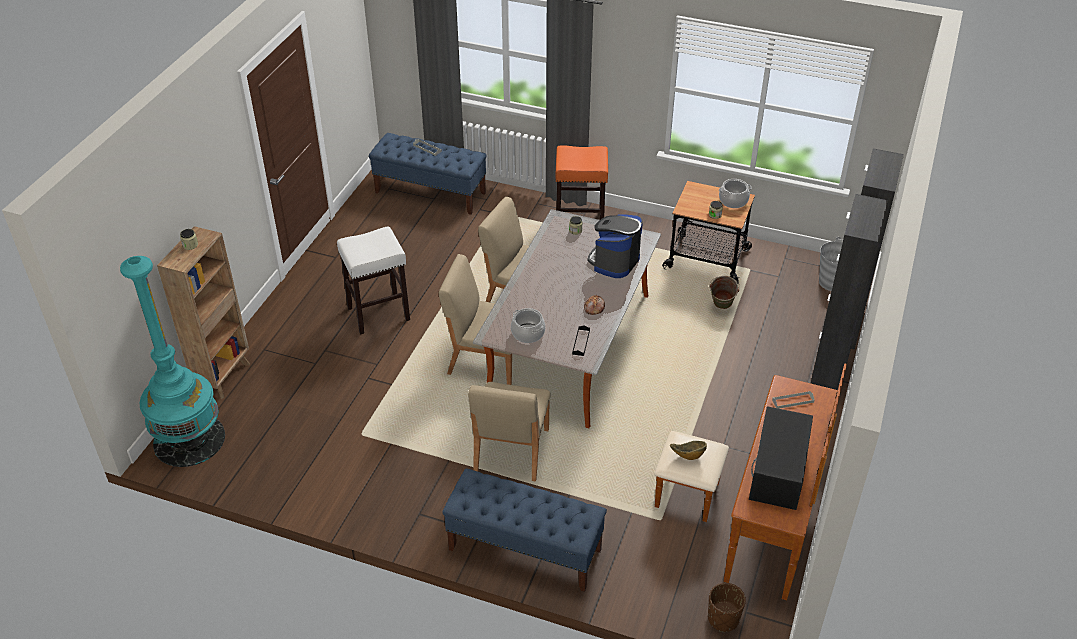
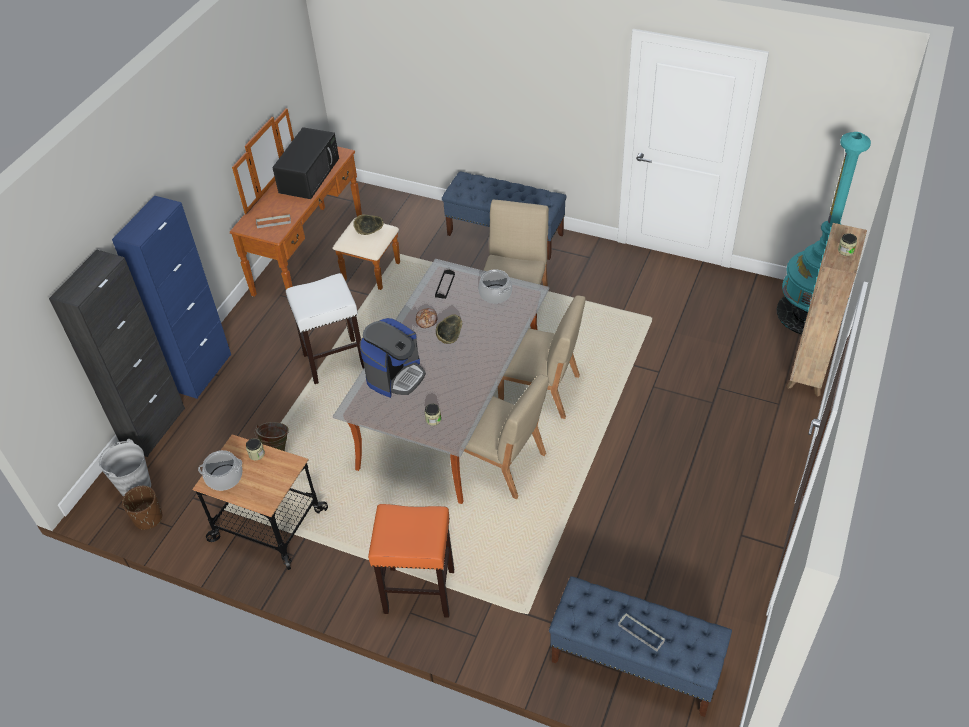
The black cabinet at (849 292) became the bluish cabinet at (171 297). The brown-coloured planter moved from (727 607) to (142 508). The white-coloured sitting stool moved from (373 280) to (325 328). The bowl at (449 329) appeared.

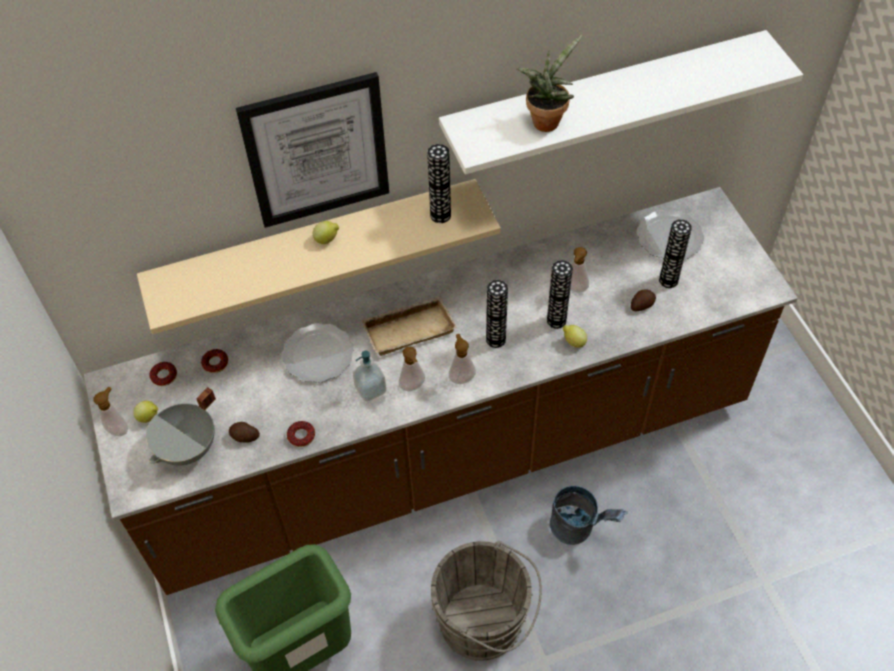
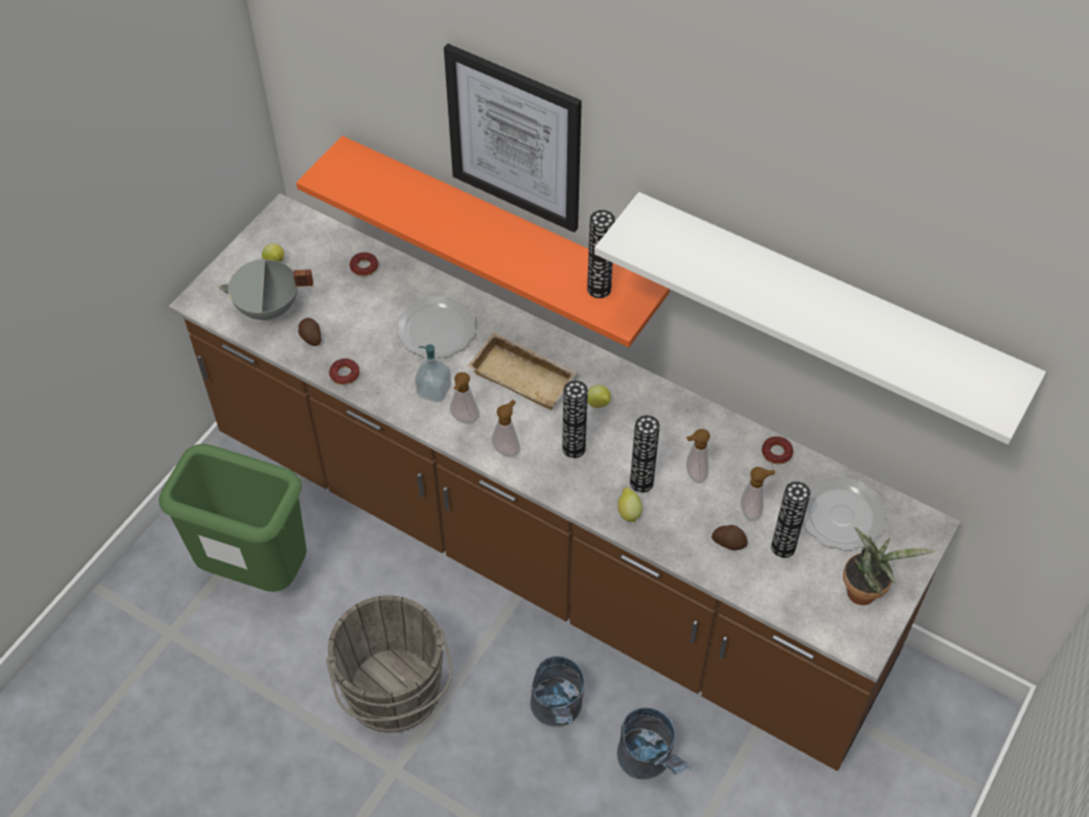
The beige-coloured shelf at (319 256) became the orange-coloured shelf at (483 242). The whole lemon moved from (326 232) to (599 396). The gray water bucket at (654 743) appeared. The liquid soap bottle moved from (110 411) to (758 494). The donut moved from (163 374) to (777 450). The potted plant moved from (549 83) to (889 566).

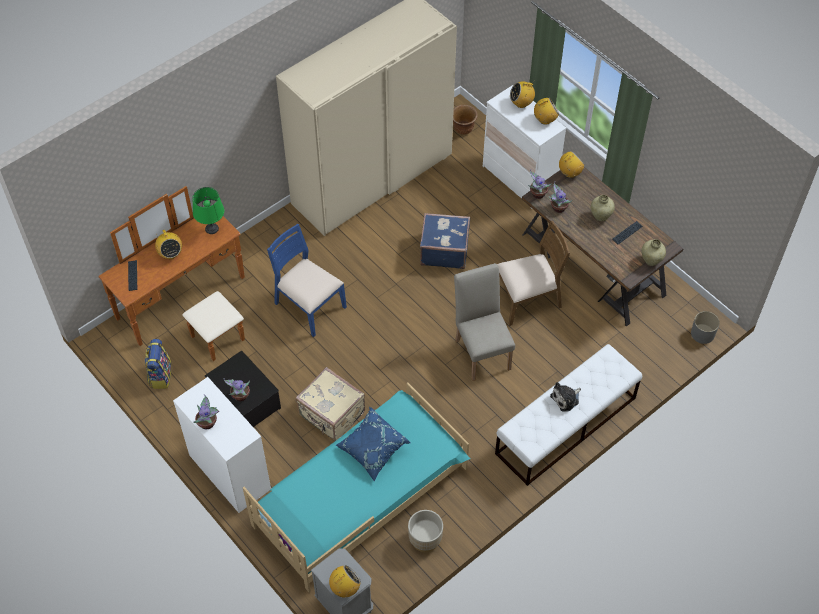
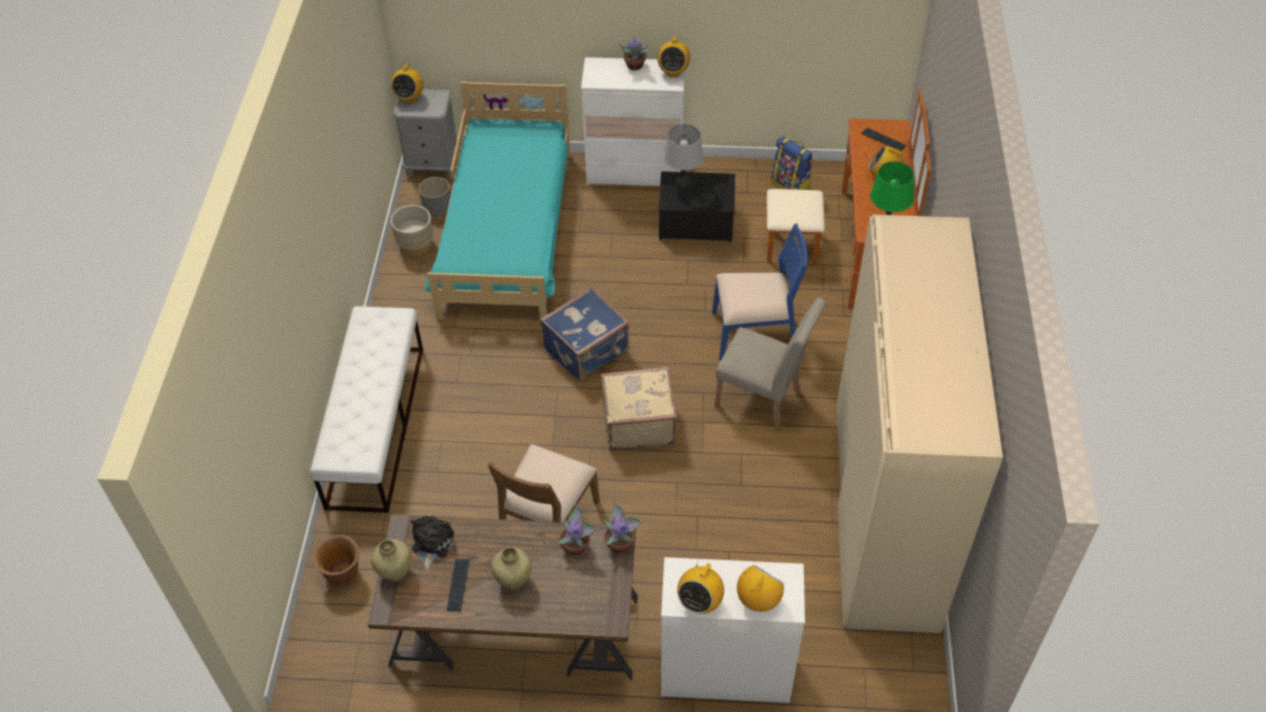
The brown-coloured planter moved from (465 120) to (335 560). The plush toy moved from (565 397) to (432 542). The gray planter moved from (705 327) to (435 197). The bluish travel case moved from (445 241) to (584 334). The beige-coloured travel case moved from (330 404) to (639 409). The radio set moved from (572 164) to (674 56). The potted plant at (236 389) was replaced by the gray table lamp at (683 156). The beige-coloured upright chair moved from (484 322) to (770 364). The bluish cushion at (373 444) disappeared.

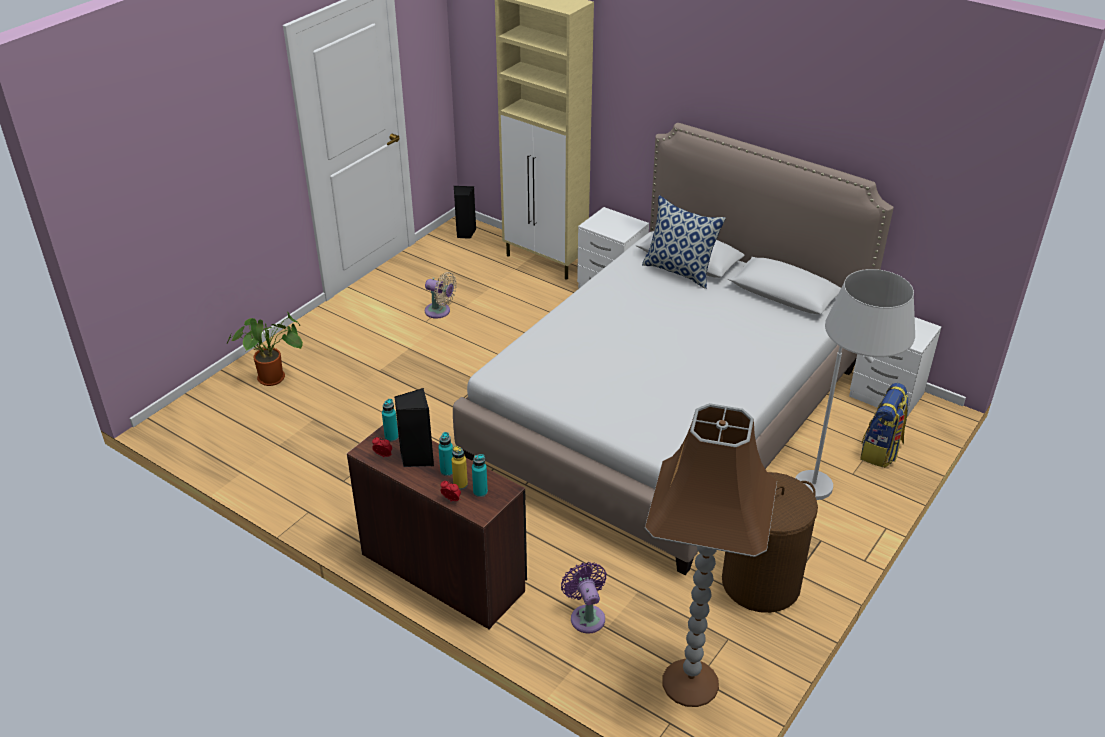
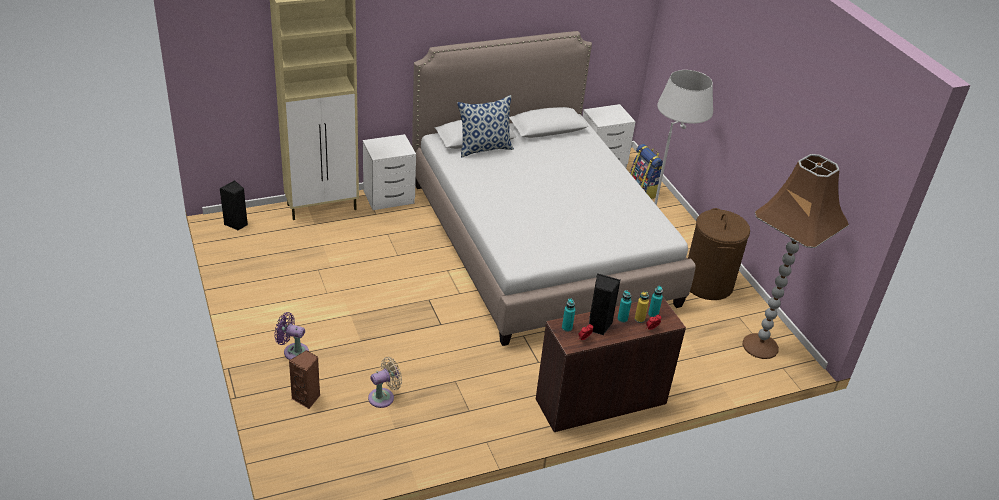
The purple fan moved from (584 598) to (291 336). The potted plant at (265 349) was replaced by the brown-coloured audio speaker at (304 379). The beige-coloured fan moved from (441 295) to (385 382).

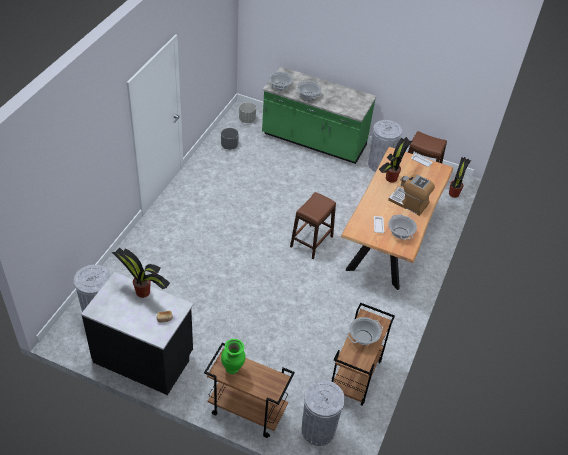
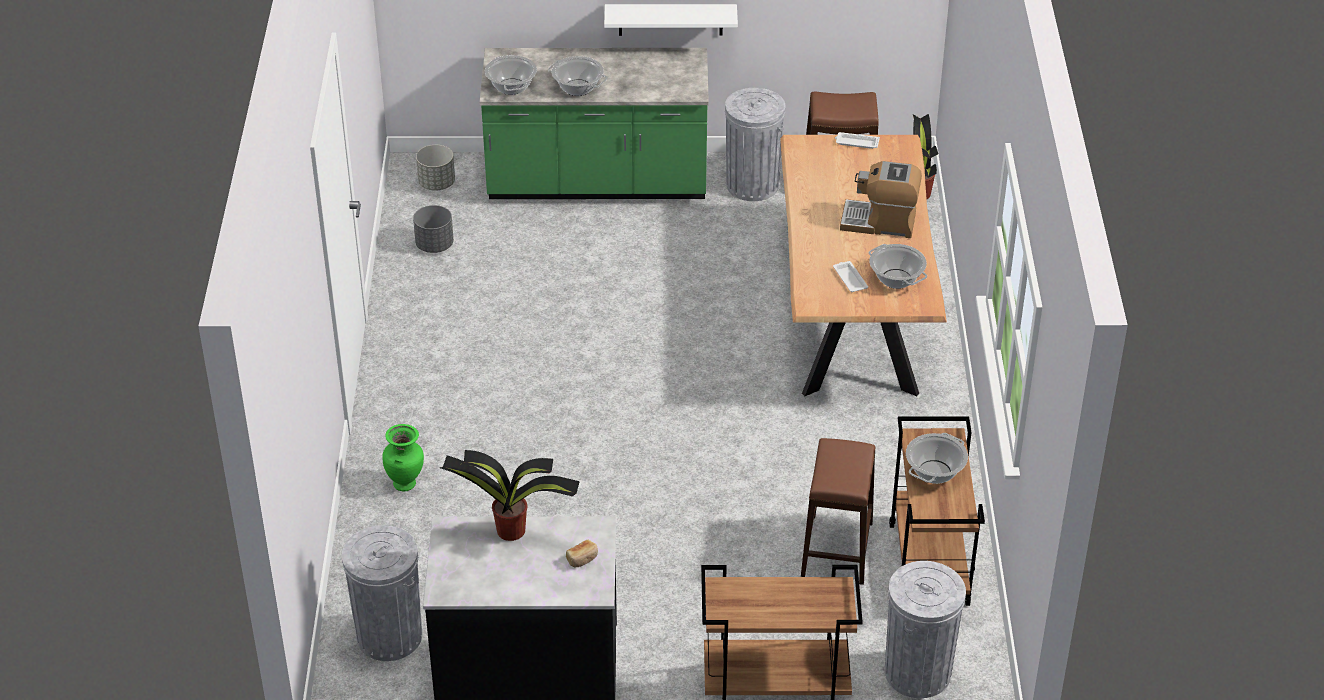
The greenish flower vase moved from (233 356) to (403 458). The white-coloured shelf at (671 20) appeared. The brown-coloured sitting stool moved from (313 225) to (838 511). The potted plant at (396 160) disappeared.

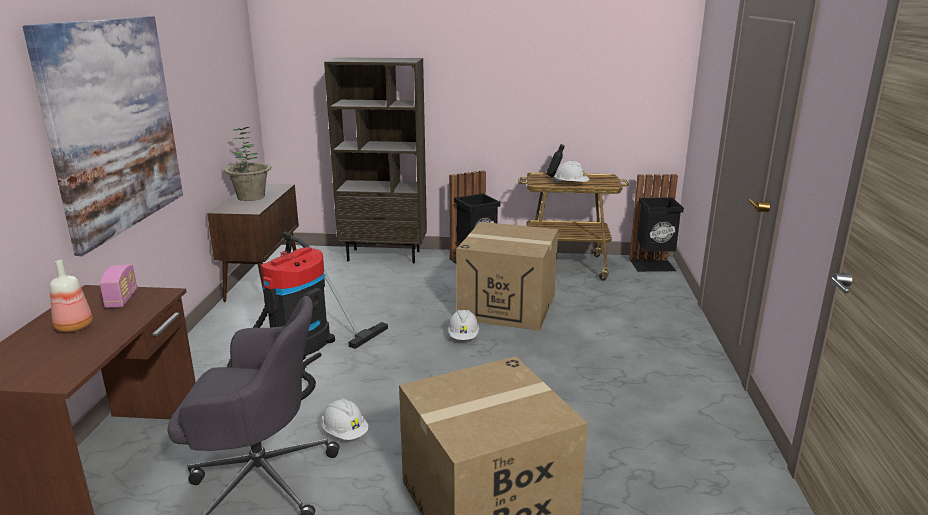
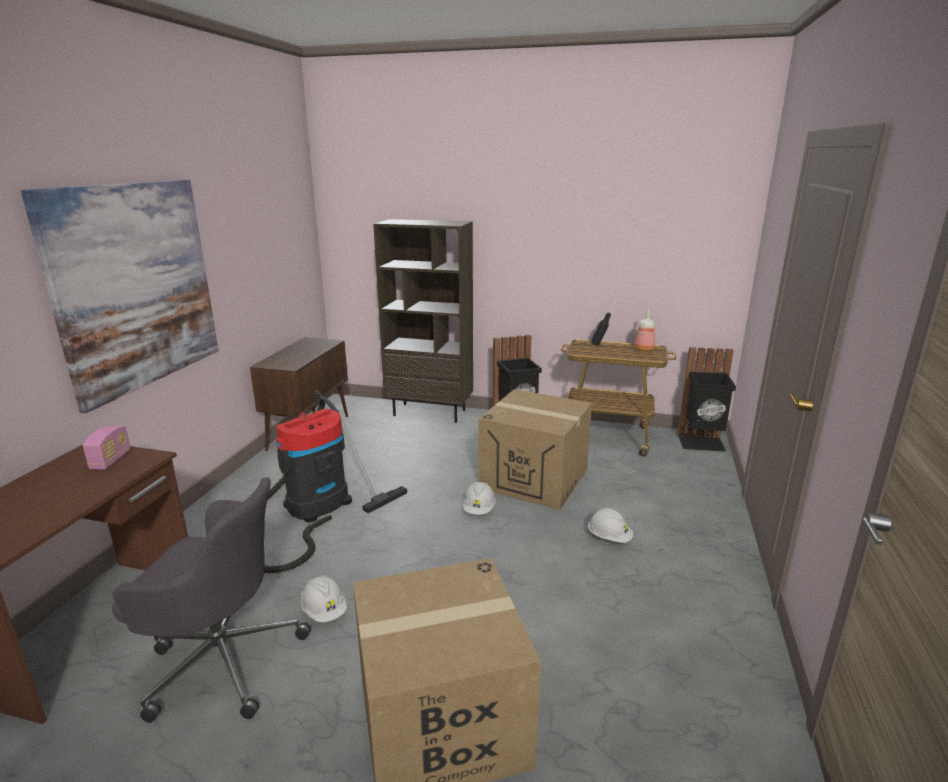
The white-coloured safety helmet moved from (571 172) to (610 525). The bottle moved from (71 296) to (644 331). The potted plant at (248 164) disappeared.

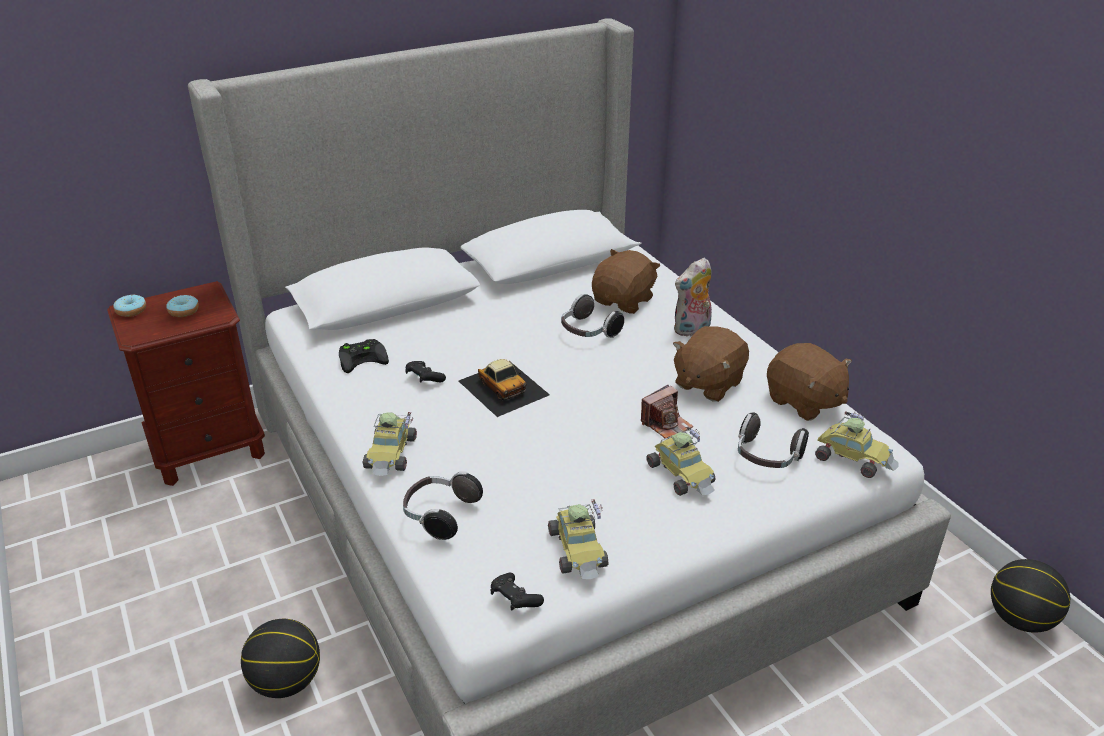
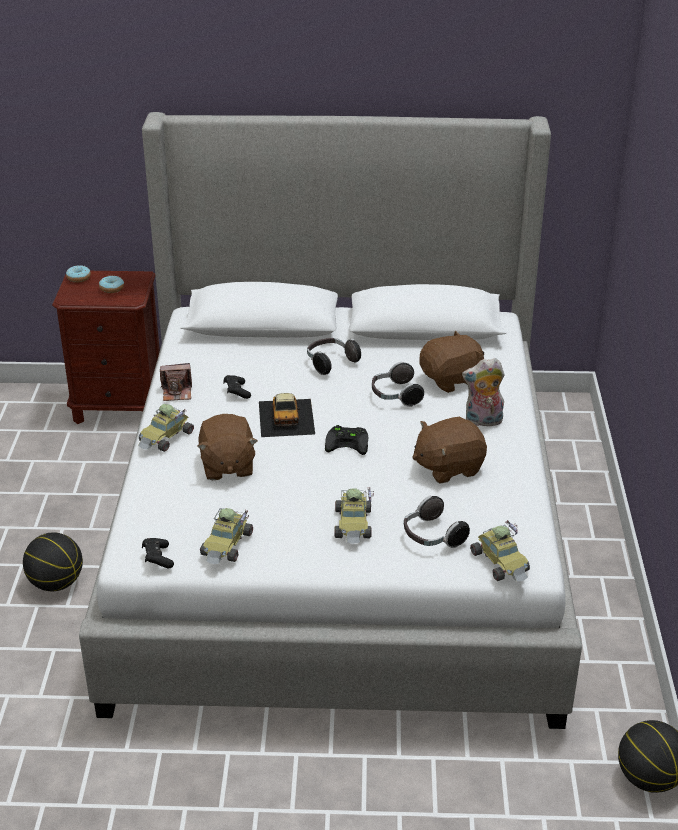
The still camera moved from (667 412) to (176 382). The brown-coloured plush toy moved from (809 382) to (227 447). The headset moved from (443 505) to (334 356). The black joypad moved from (364 356) to (346 440).

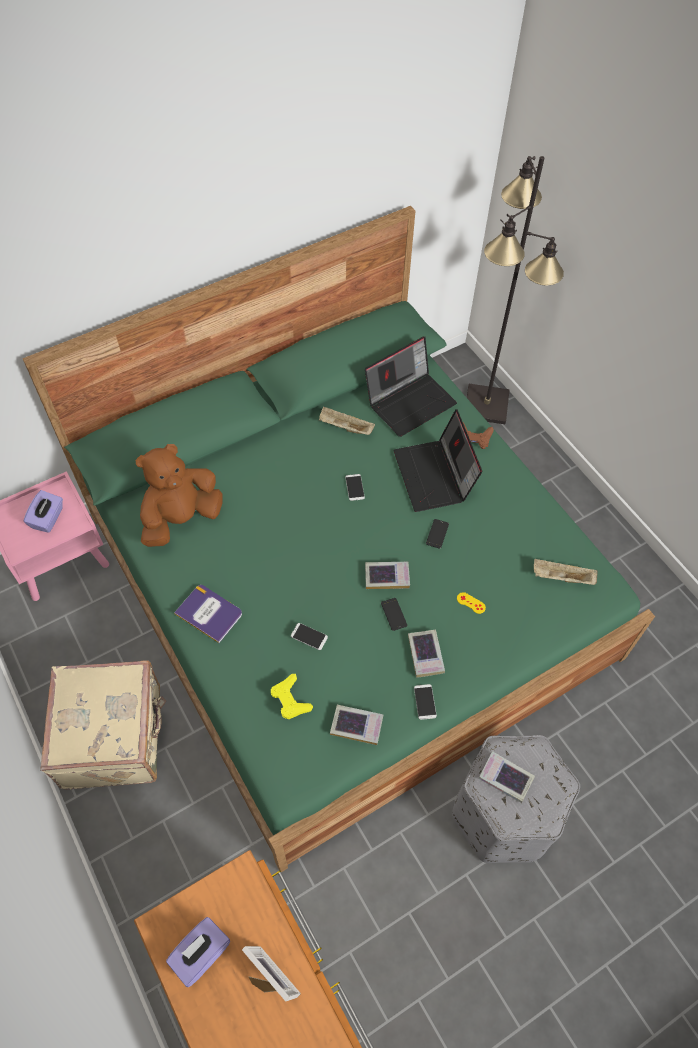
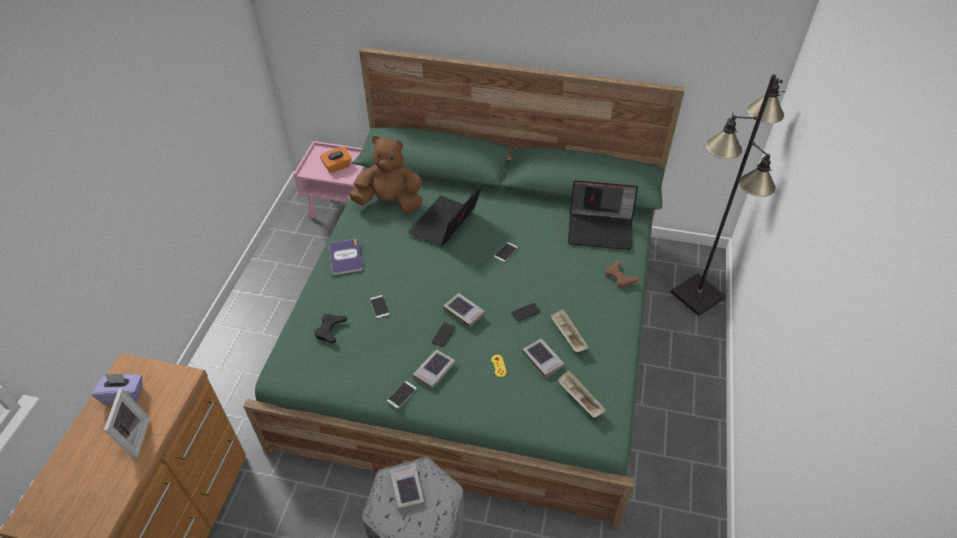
The yellow joypad at (292 696) became the black joypad at (330 328). The purple box of tissues at (43 511) became the orange-coloured box of tissues at (336 160). The notebook computer moved from (437 460) to (445 215). The bound book moved from (356 725) to (543 358). The beige-coloured carrying tray moved from (347 421) to (569 330). The beige-coloured travel case at (103 725) disappeared.

